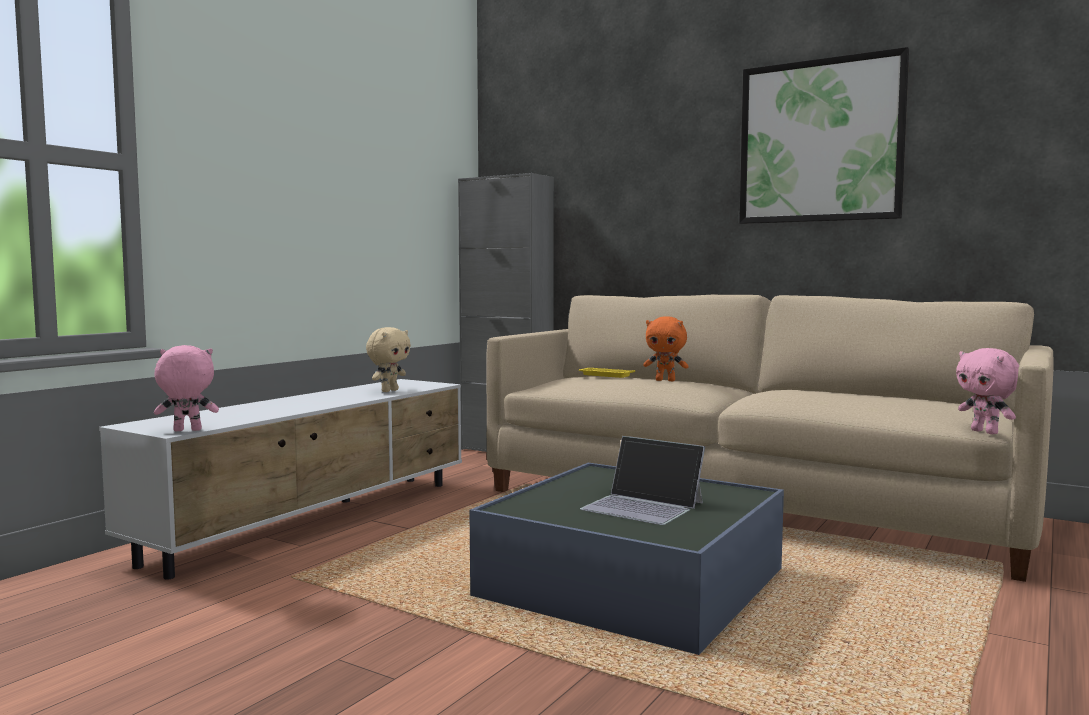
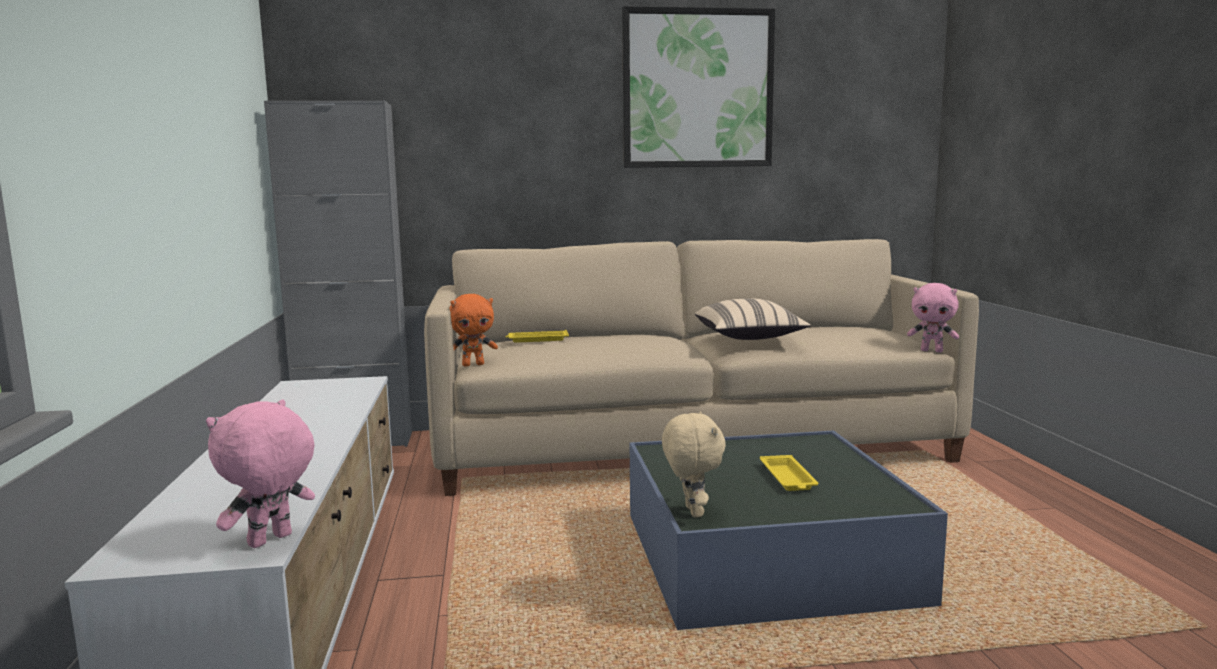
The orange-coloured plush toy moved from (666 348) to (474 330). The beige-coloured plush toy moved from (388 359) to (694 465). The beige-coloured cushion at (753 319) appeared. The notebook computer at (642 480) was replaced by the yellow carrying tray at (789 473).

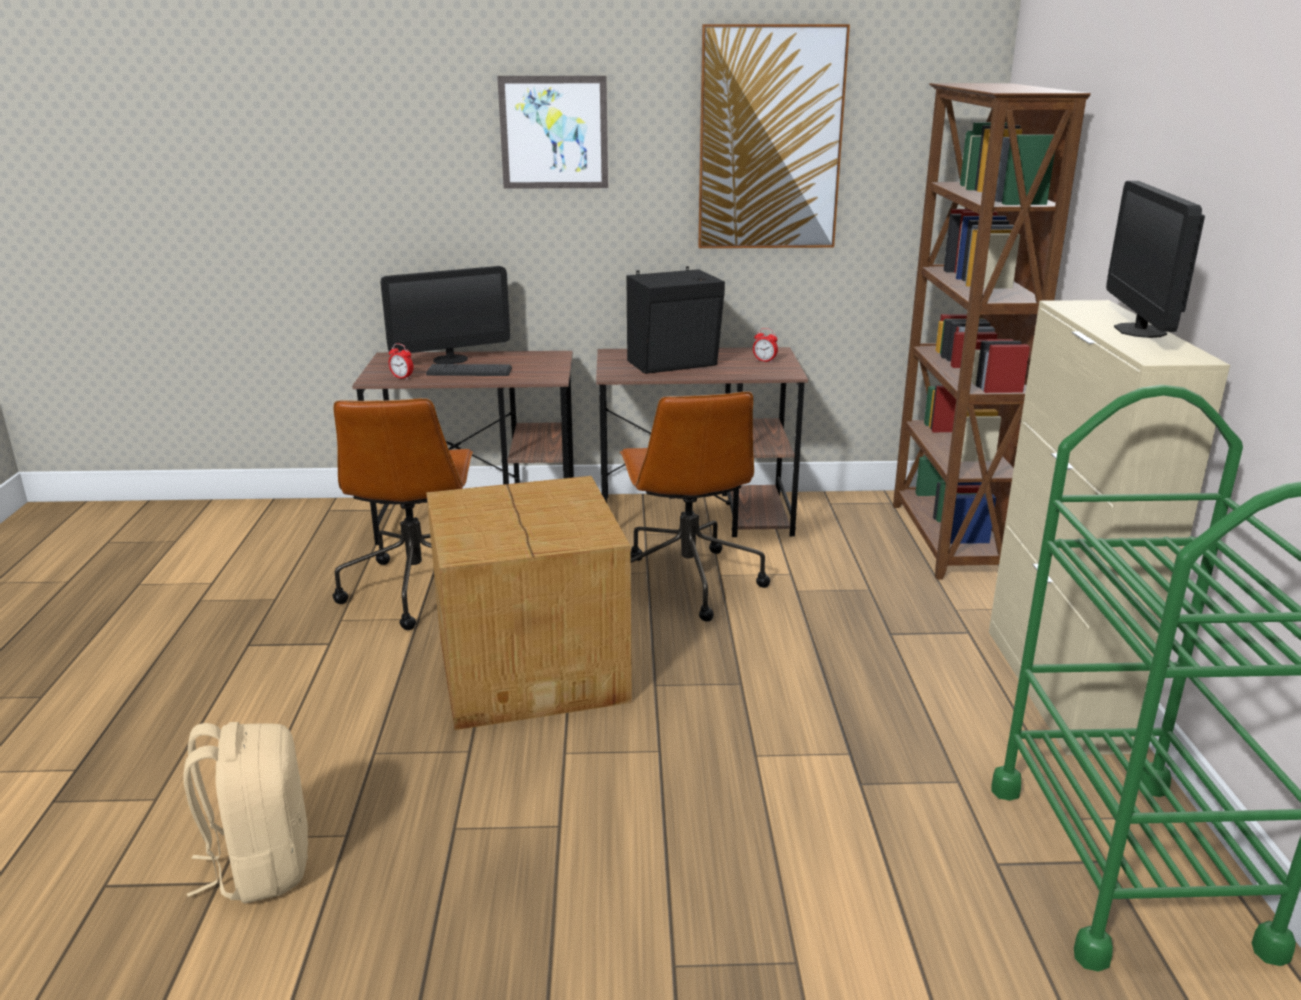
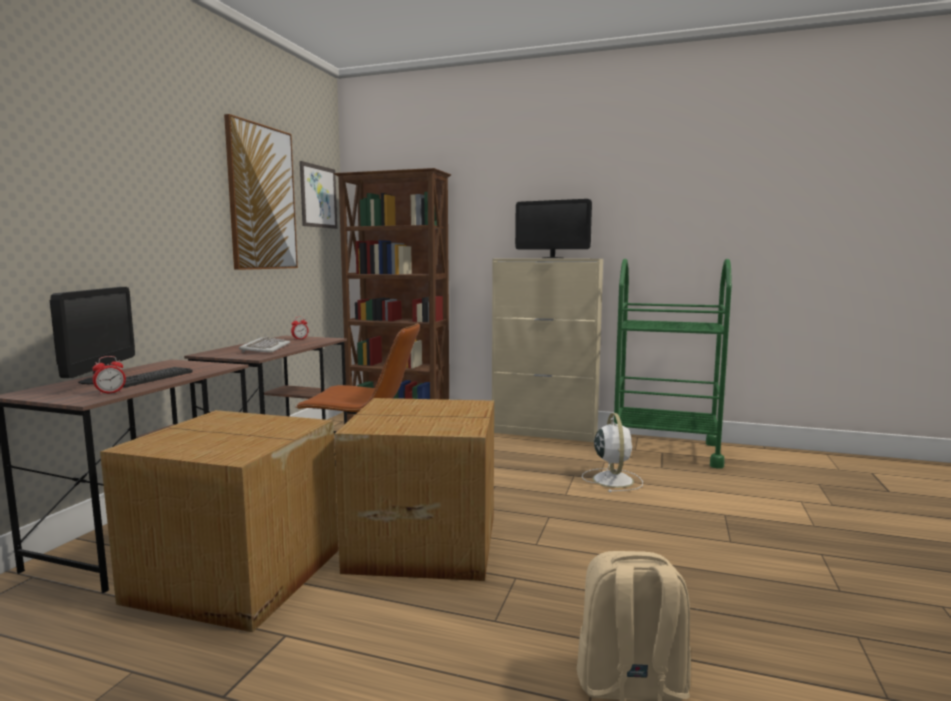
The brown-coloured computer chair at (403 514) was replaced by the carton at (219 521). The black audio speaker at (675 320) was replaced by the keyboard at (264 345). The picture moved from (552 132) to (318 195). The white-coloured fan at (612 452) appeared.

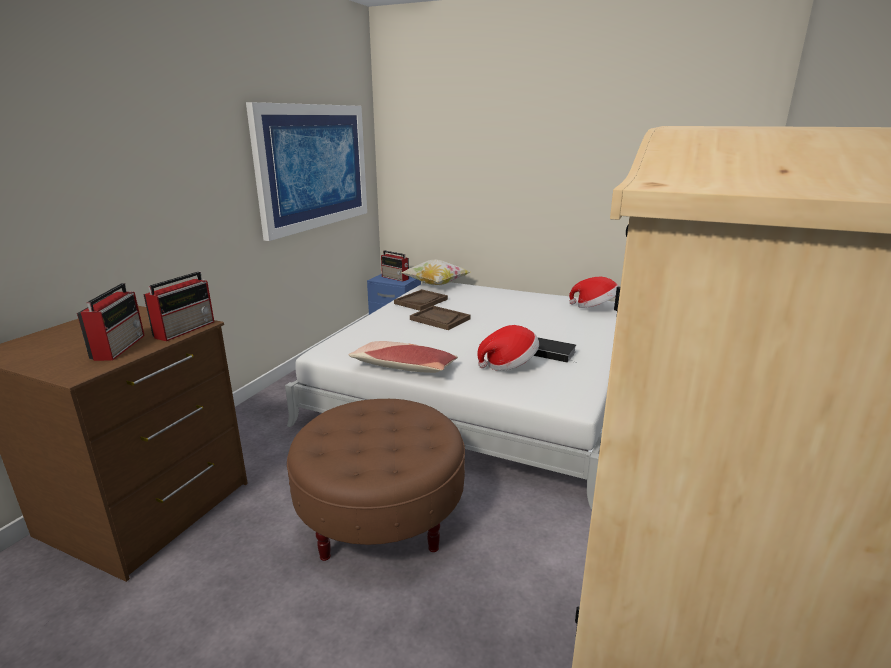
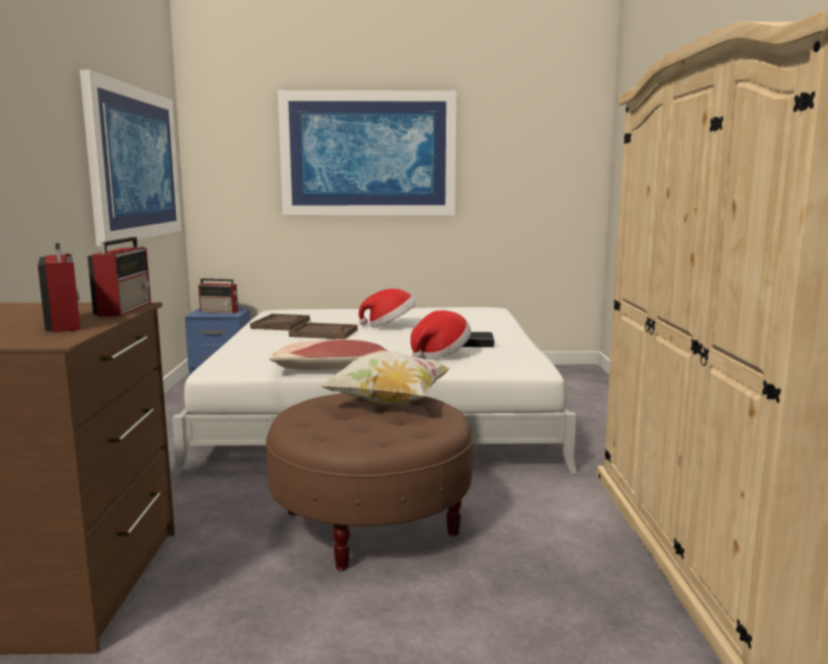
The picture at (367 152) appeared. The cushion moved from (435 272) to (385 377). The hat moved from (594 292) to (387 308).

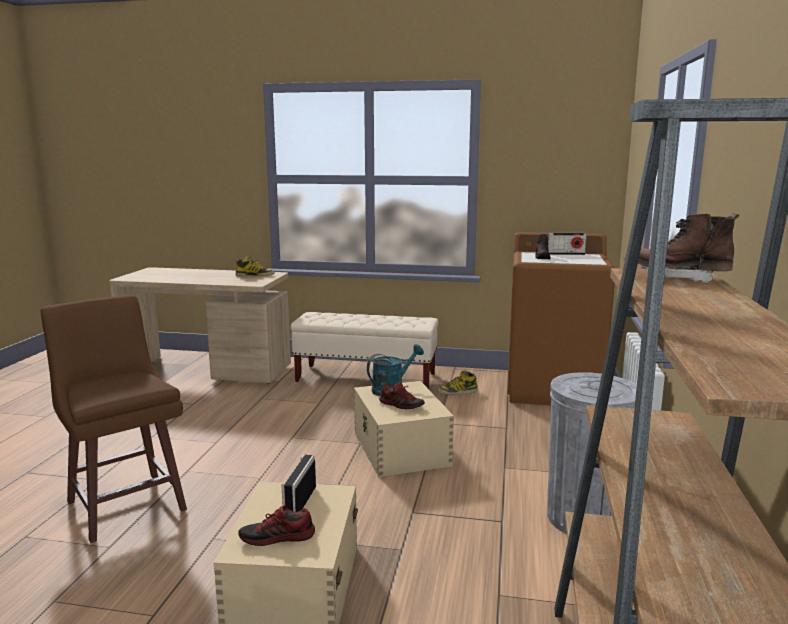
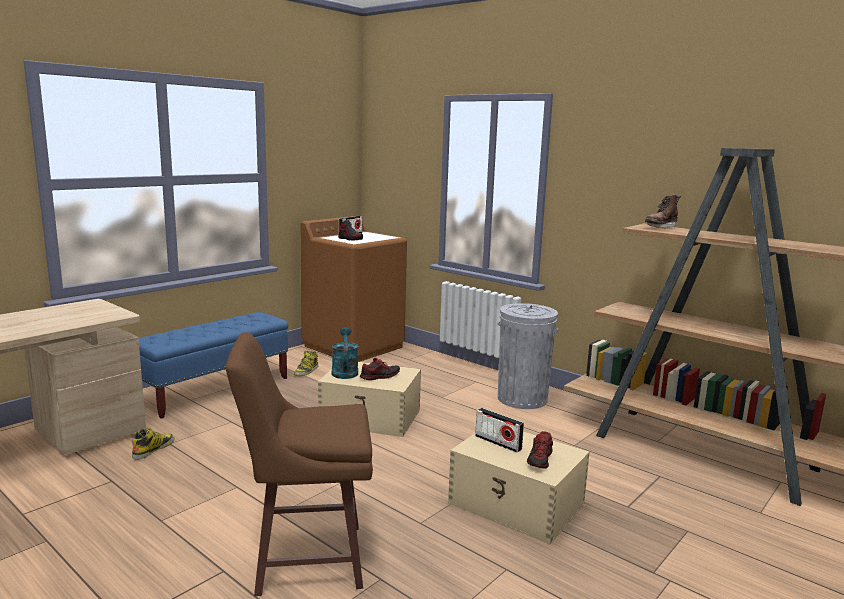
The boot moved from (255 266) to (153 444). The beige-coloured bench at (364 350) became the bluish bench at (213 365).

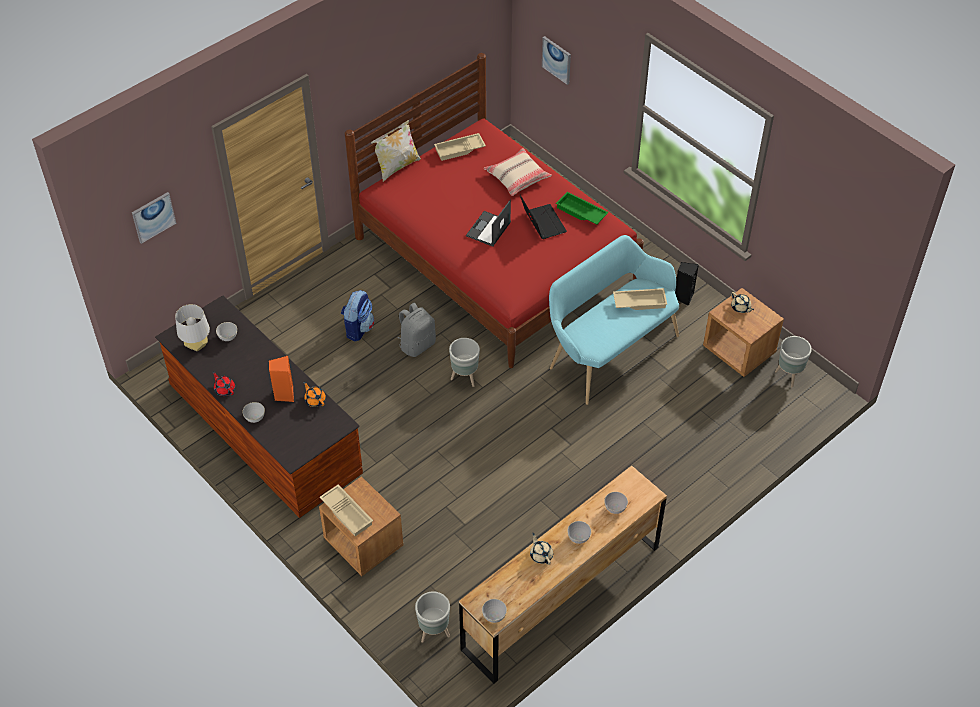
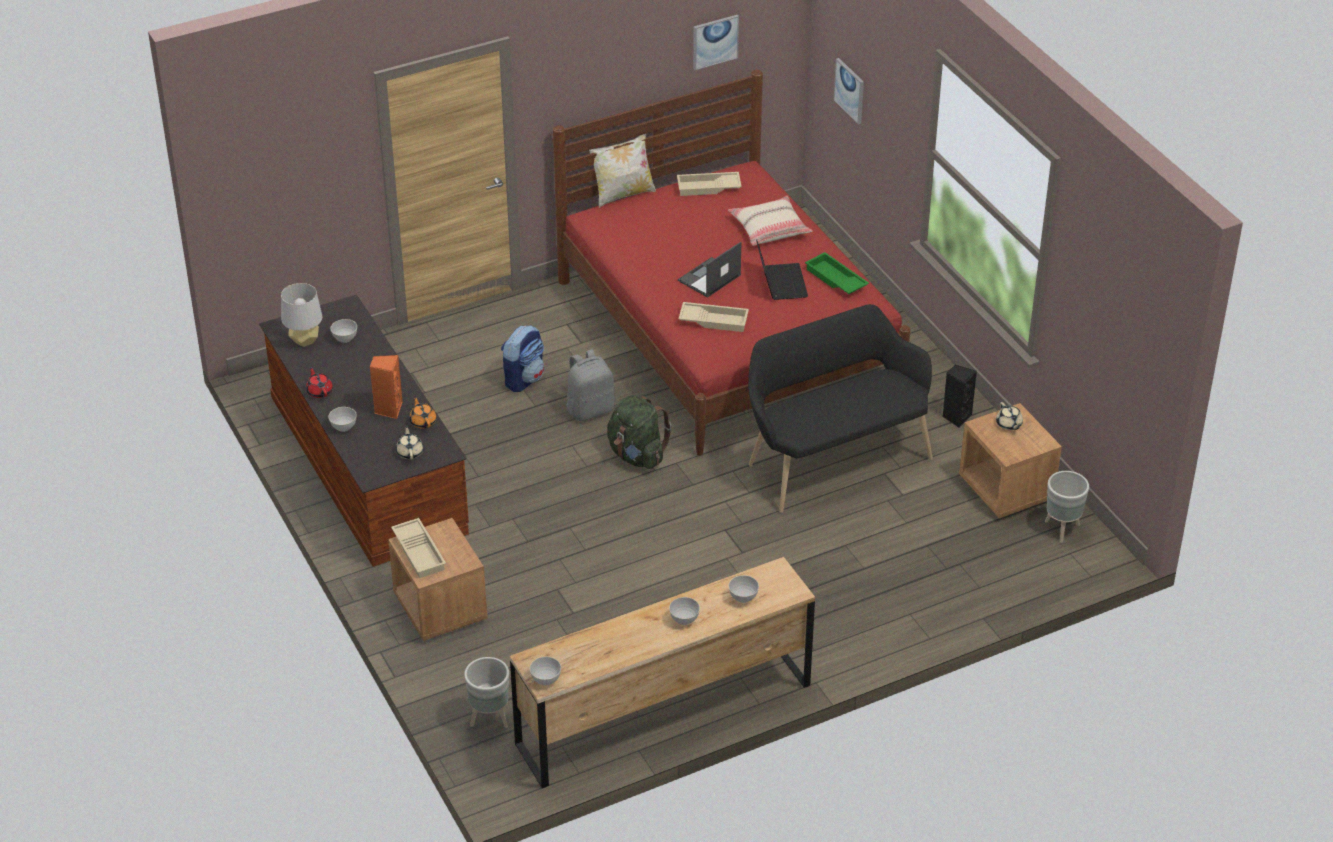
The beige-coloured pot for tea moved from (541 549) to (410 442). The gray planter at (464 362) was replaced by the greenish rucksack at (639 432). The beige-coloured carrying tray moved from (640 299) to (713 317). The picture moved from (154 218) to (716 42). The blue-green bench at (614 320) became the black bench at (840 408).

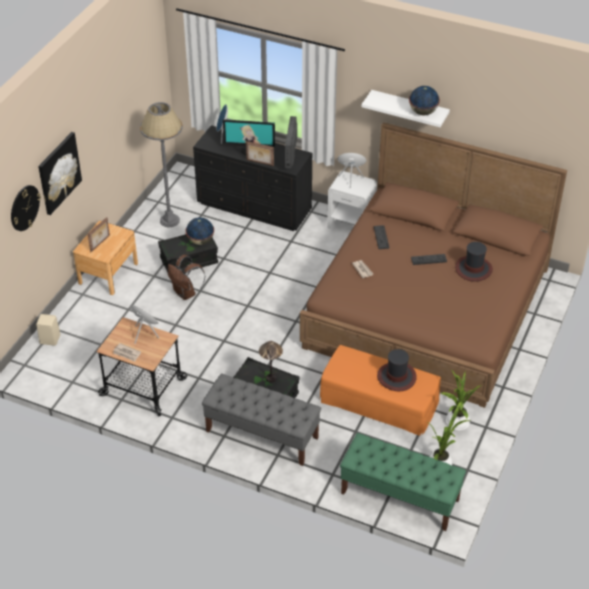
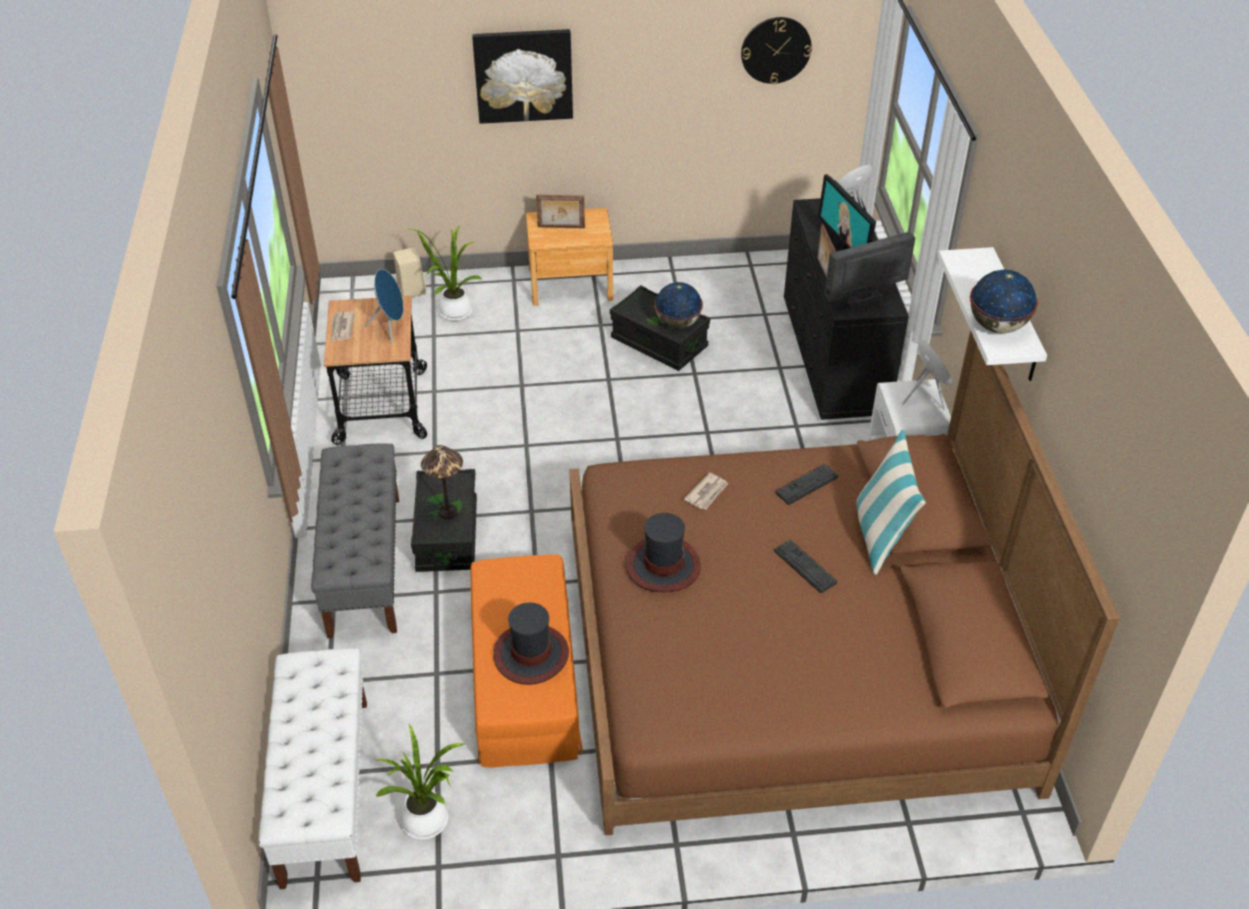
The greenish bench at (403 482) became the white-coloured bench at (312 768). The potted plant moved from (461 400) to (446 273). The hat moved from (474 262) to (663 553). The hanging clock moved from (26 208) to (776 50). The cushion at (891 502) appeared. The gray standing lamp at (161 164) disappeared. The brown-coloured rucksack at (186 277) disappeared.

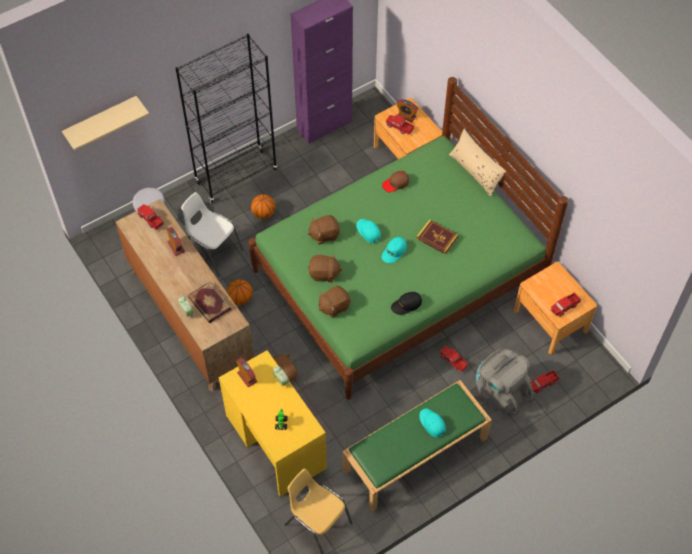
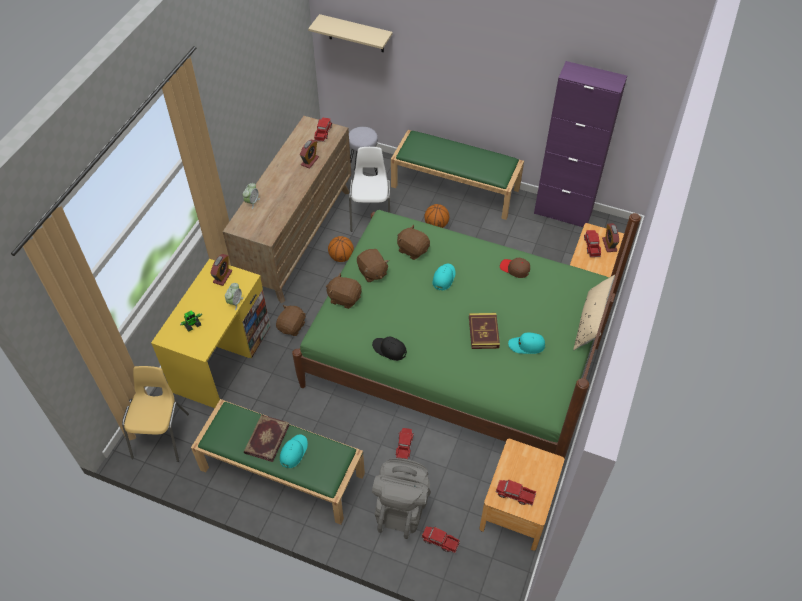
The bound book moved from (210 302) to (266 438). The black shelving unit at (226 118) was replaced by the greenish bench at (457 175). The blue-green peaked cap moved from (394 250) to (526 343).

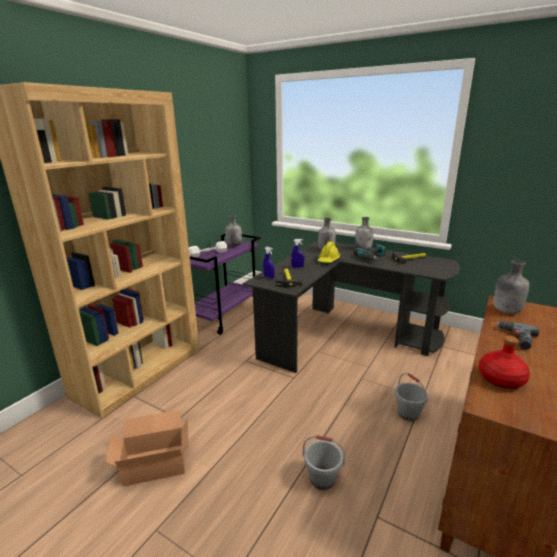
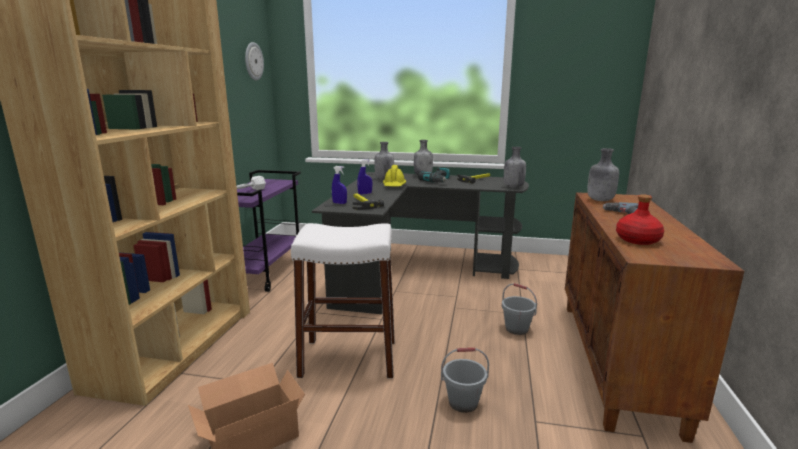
The hanging clock at (254 61) appeared. The white-coloured sitting stool at (343 300) appeared. The gray bottle moved from (233 231) to (515 167).

